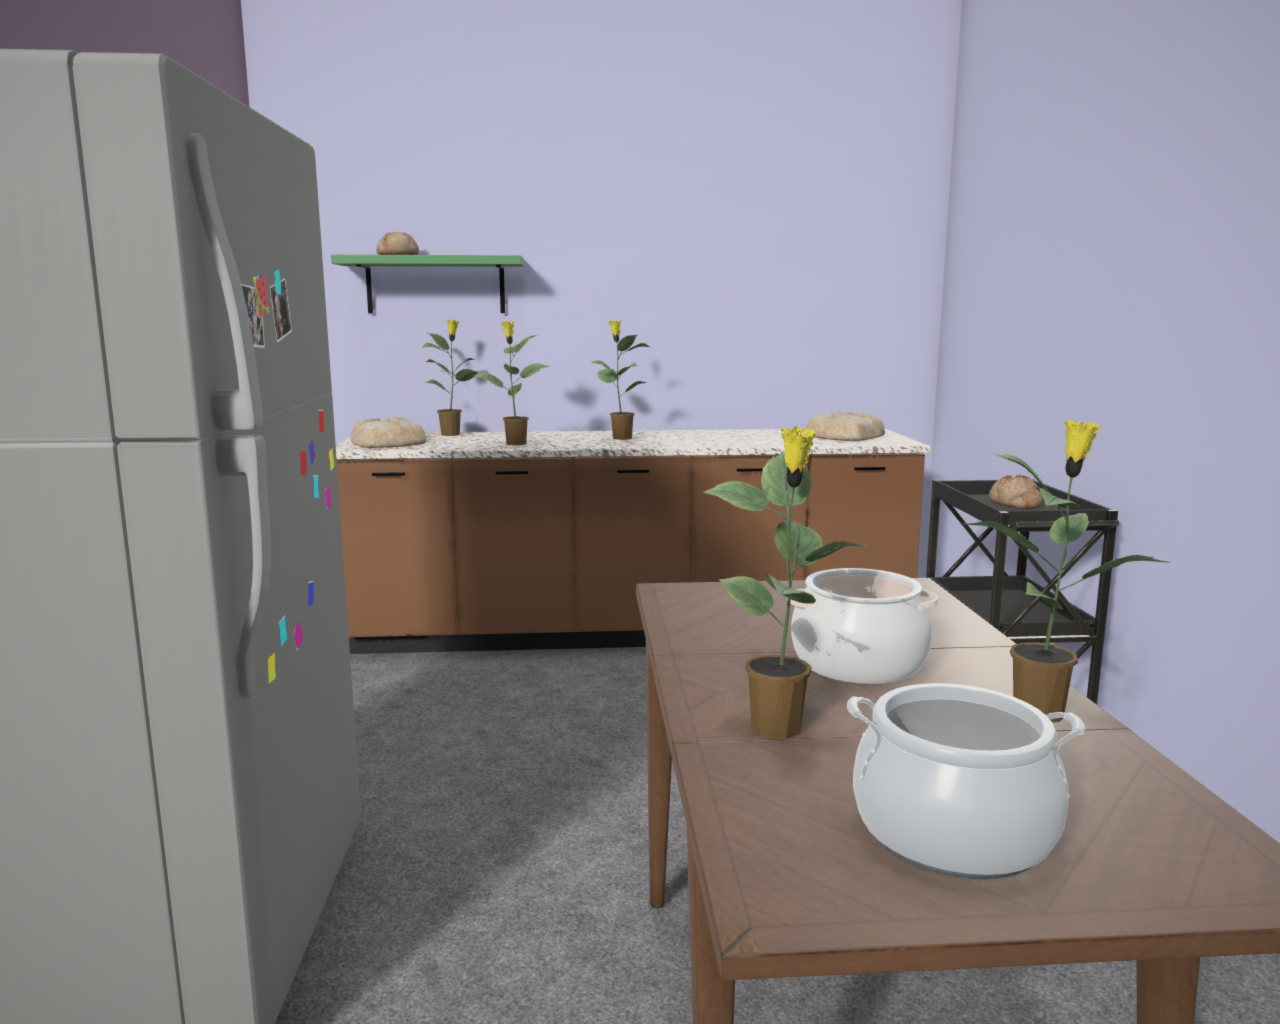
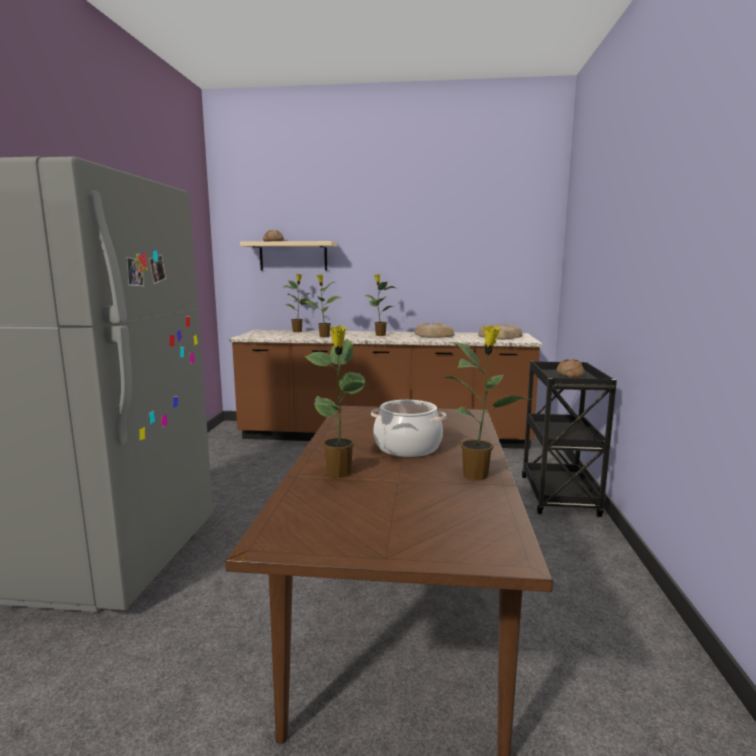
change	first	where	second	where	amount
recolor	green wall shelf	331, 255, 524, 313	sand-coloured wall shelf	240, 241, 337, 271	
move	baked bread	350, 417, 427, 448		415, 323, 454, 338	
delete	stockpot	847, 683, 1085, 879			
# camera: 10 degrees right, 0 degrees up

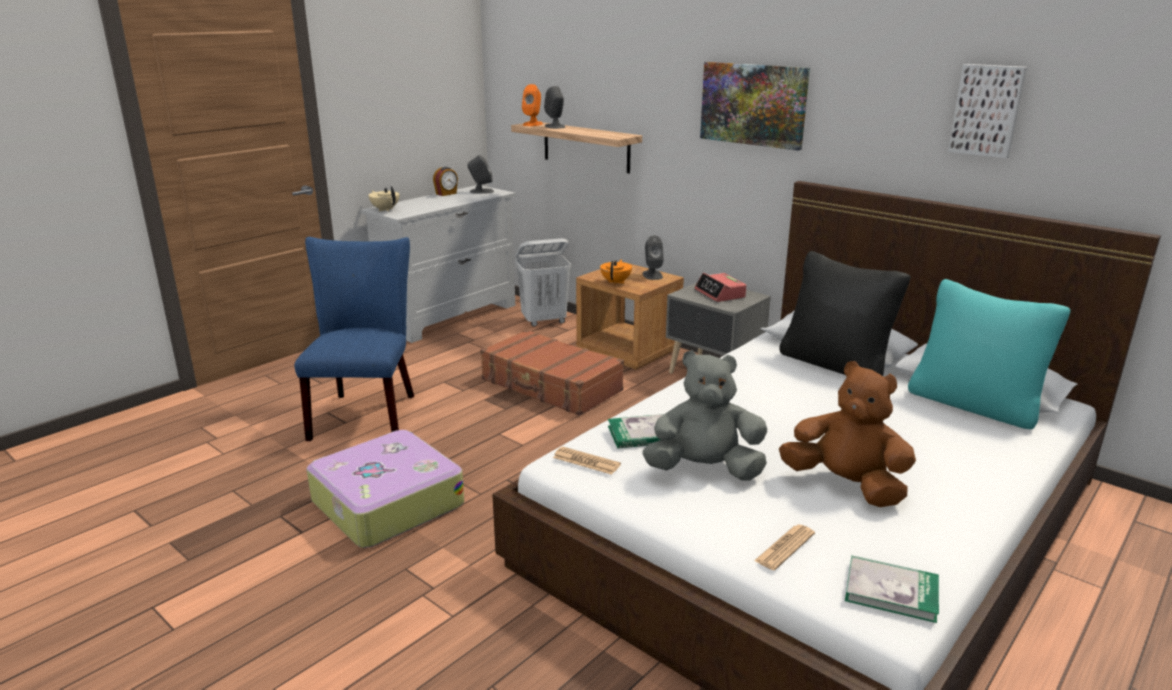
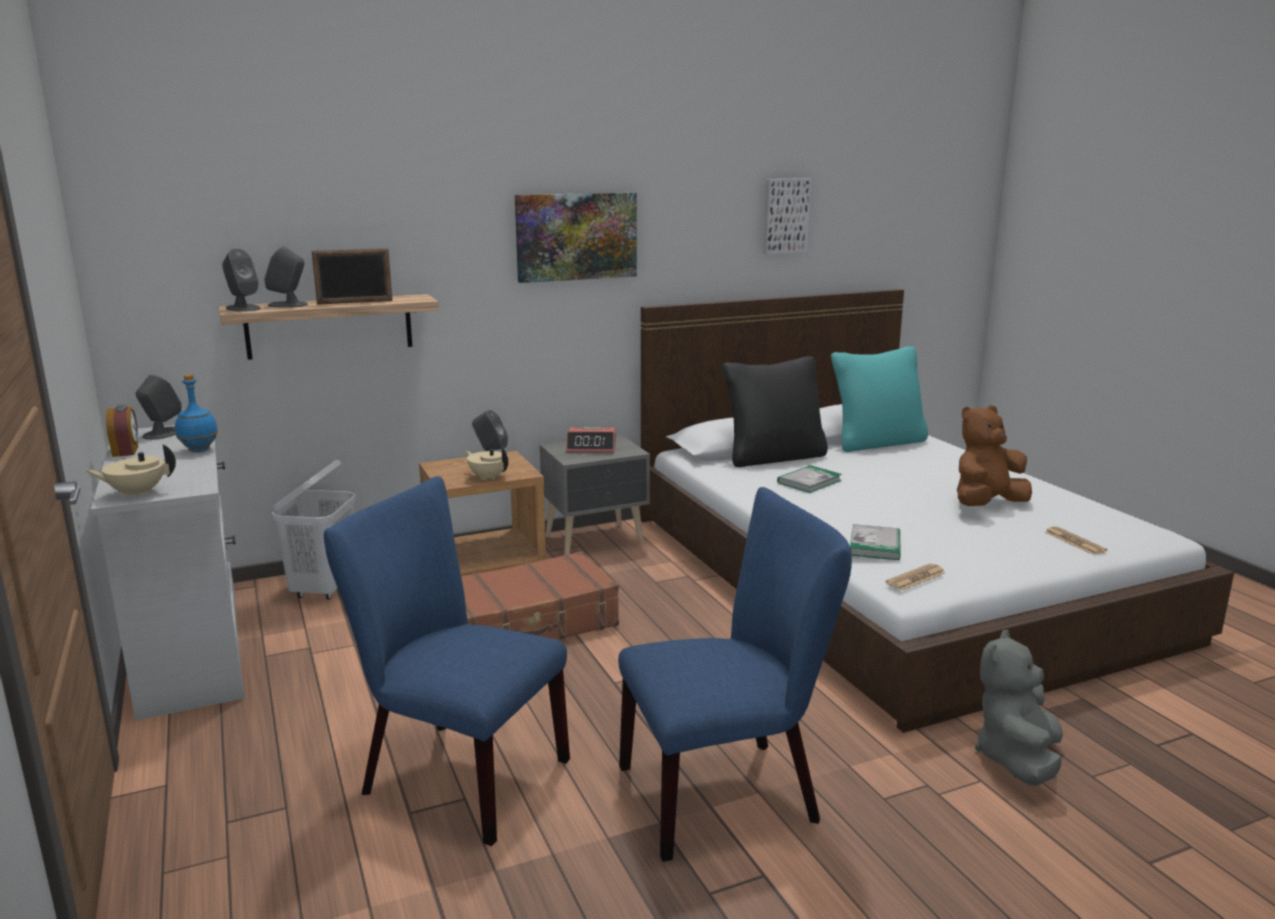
change	first	where	second	where	amount
recolor	orangey speaker	522, 84, 543, 126	grey speaker	222, 248, 261, 312	
recolor	orangey tea pot	600, 259, 632, 285	sand-coloured tea pot	466, 447, 508, 480	
move	grey plush toy	643, 350, 767, 481		975, 630, 1063, 786	
replace	piece of luggage	307, 430, 464, 548	bluish plain chair	618, 487, 852, 862	
move	bound book	845, 555, 939, 623		777, 465, 842, 493	
insert			standing frame	312, 248, 392, 305	
insert			bluish beverage bottle	175, 374, 218, 452	
# camera: 65 degrees left, 5 degrees down

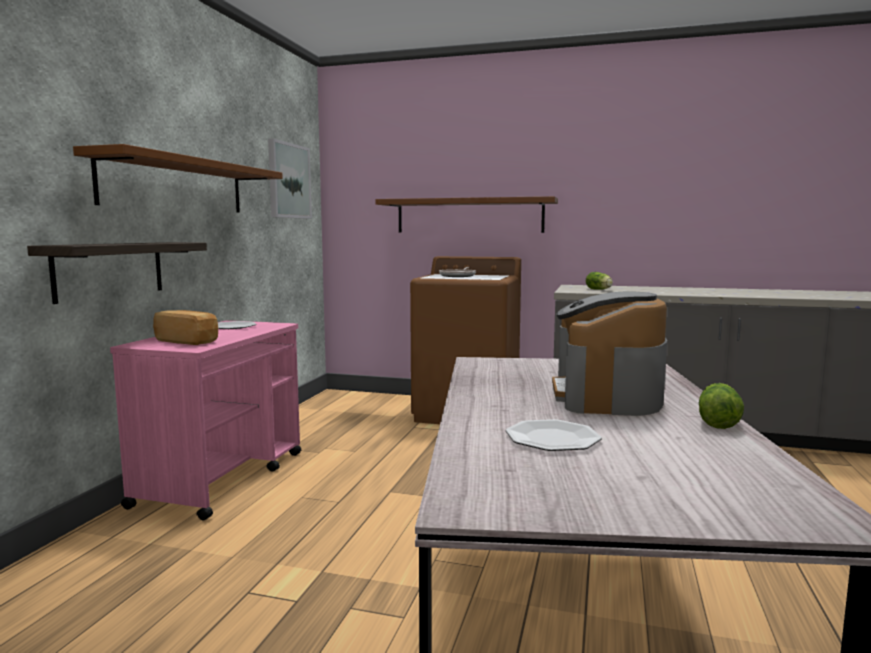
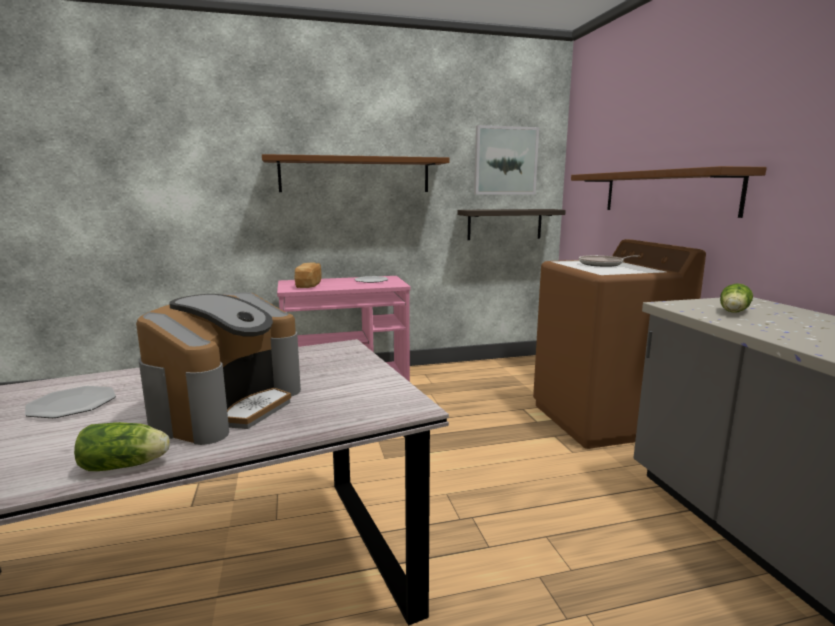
change	first	where	second	where	amount
move	wall shelf	27, 242, 207, 304		457, 209, 566, 240	
rotate	coffee brewer	552, 291, 667, 416		136, 292, 301, 445	135 degrees clockwise
# camera: 60 degrees right, 5 degrees up

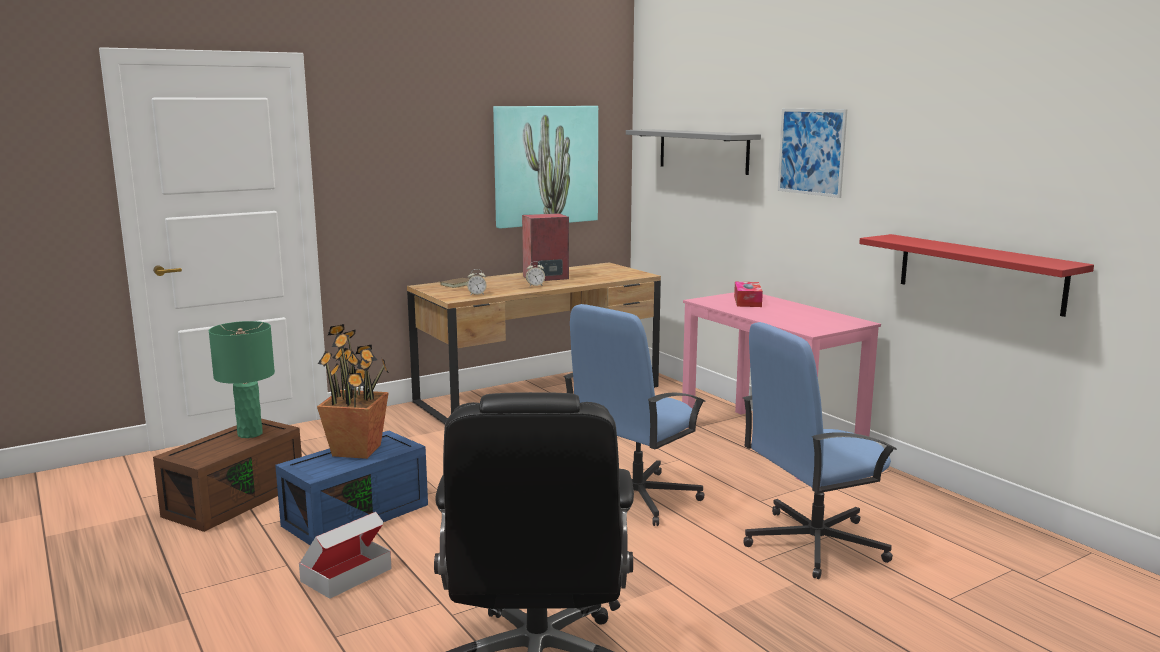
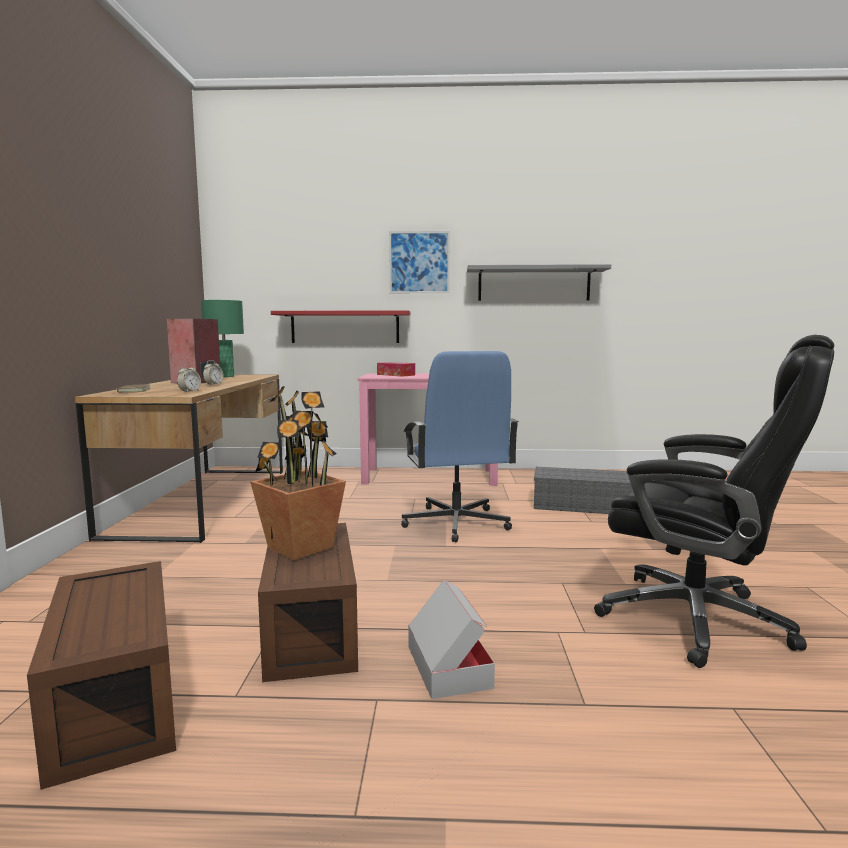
change	first	where	second	where	amount
delete	picture	493, 106, 598, 229			
move	grey wall shelf	626, 129, 761, 175		467, 264, 611, 301	
move	red wall shelf	859, 234, 1094, 317		271, 310, 411, 343	
move	green tabletop lamp	209, 321, 275, 438		201, 300, 244, 377	
replace	bluish computer chair	743, 322, 897, 579	grey storage box	534, 467, 633, 514	
recolor	bluish storage box	275, 431, 428, 545	brown storage box	258, 523, 358, 682	
# camera: 55 degrees left, 5 degrees down

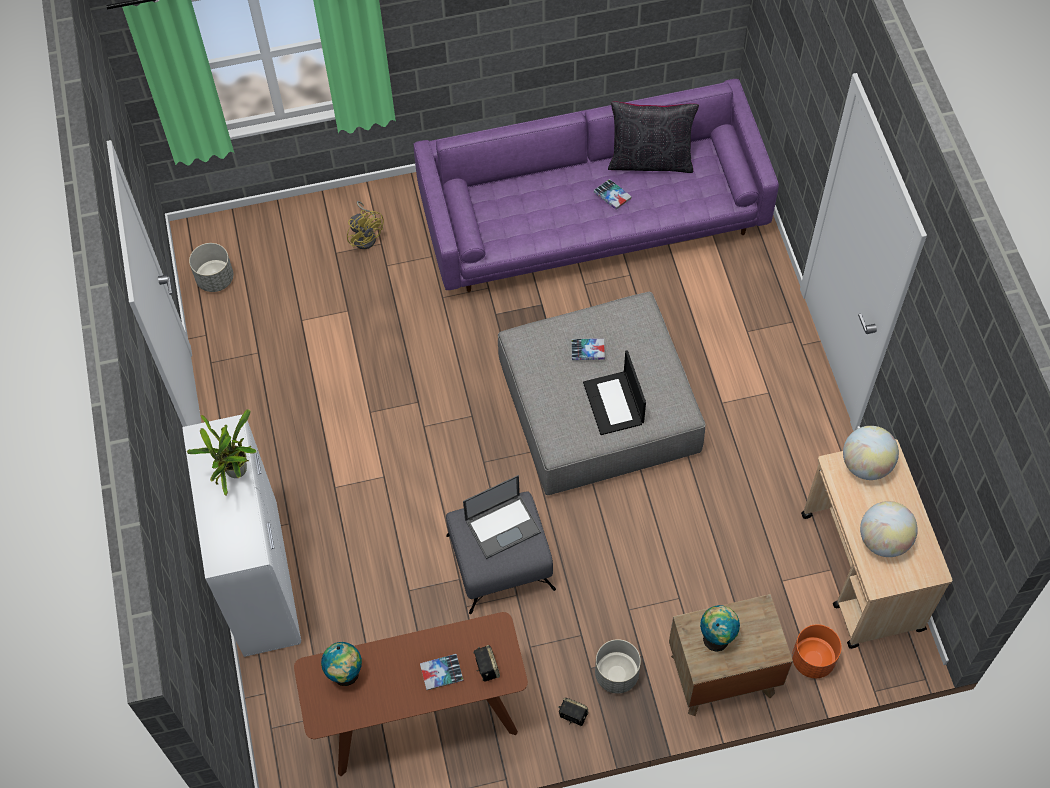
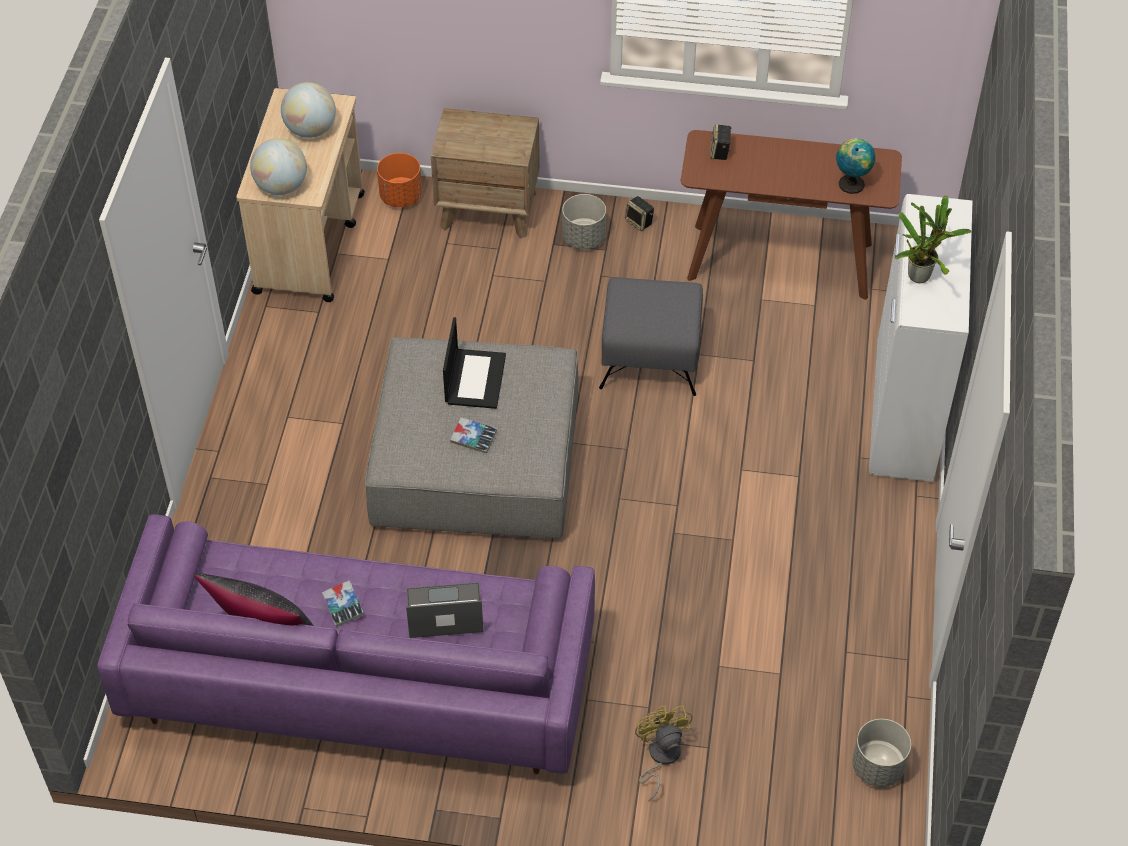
change	first	where	second	where	amount
move	laptop	463, 475, 541, 559		406, 582, 483, 638	
delete	globe	700, 605, 740, 652			
delete	bound book	420, 654, 463, 690			
# camera: 160 degrees left, 10 degrees down

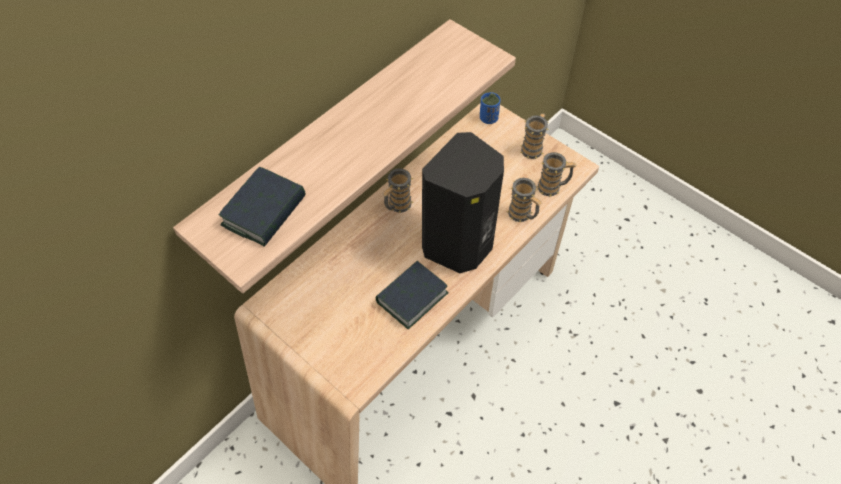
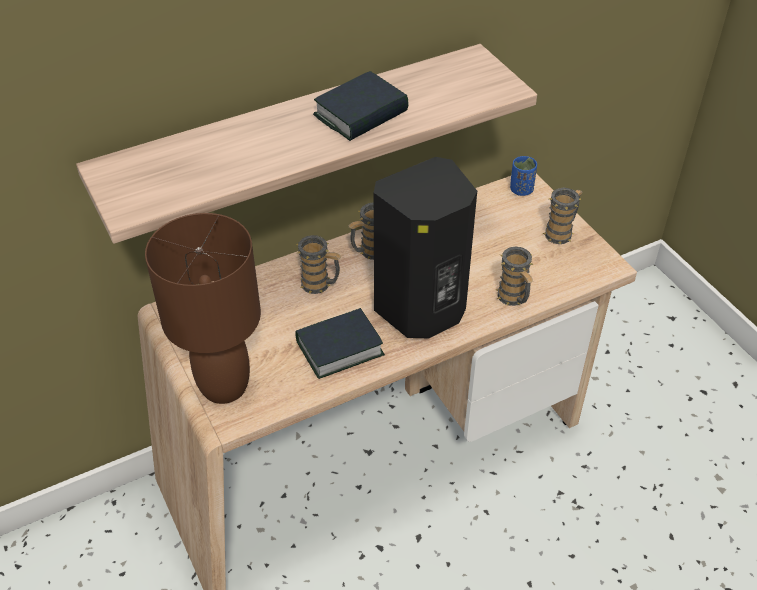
change	first	where	second	where	amount
move	tea mug	537, 152, 576, 197		297, 235, 341, 294	
move	bound book	219, 167, 305, 247		313, 71, 408, 141	
insert			brown tabletop lamp	145, 213, 261, 404	
# camera: 20 degrees right, 10 degrees down

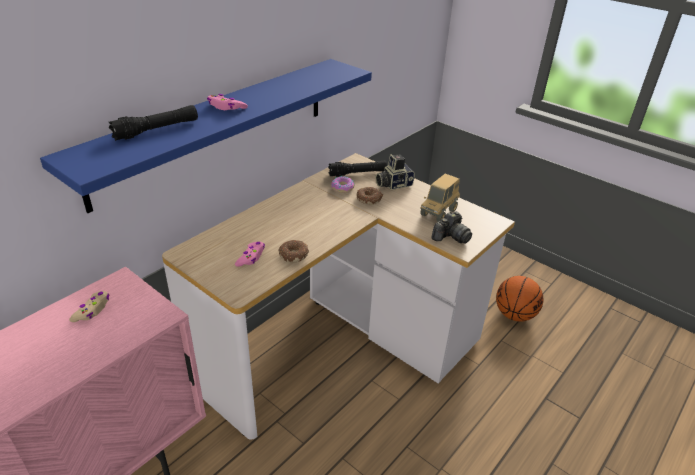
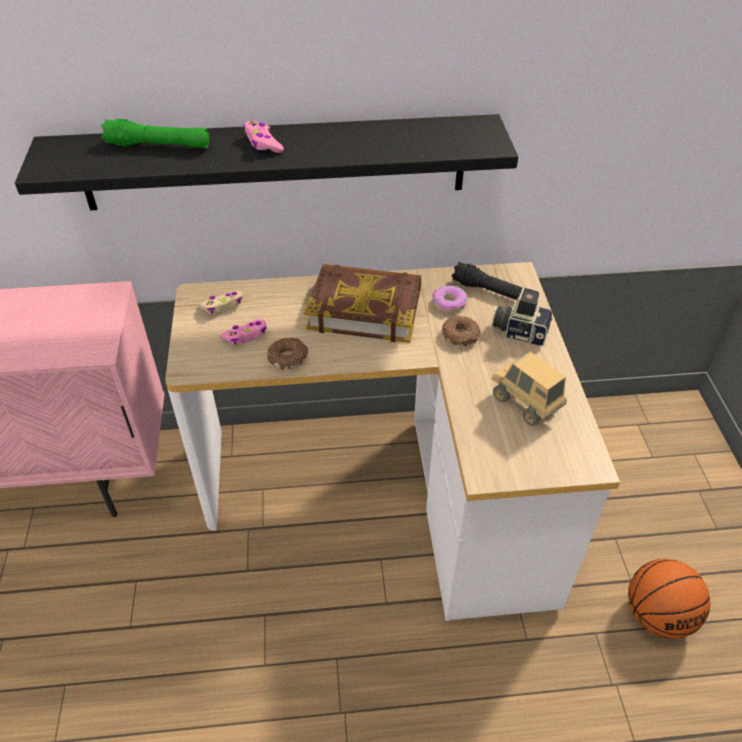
change	first	where	second	where	amount
recolor	bluish wall shelf	40, 59, 372, 213	blackish wall shelf	15, 114, 518, 210	
recolor	blackish hand torch	109, 105, 198, 141	green hand torch	101, 119, 209, 148	
rotate	toy truck	420, 174, 460, 222		491, 351, 567, 426	60 degrees clockwise
delete	still camera	431, 212, 472, 244			
move	sand-coloured gamepad	69, 291, 109, 322		198, 290, 243, 314	
insert			bound book	304, 264, 421, 343	
# camera: 45 degrees right, 10 degrees up

